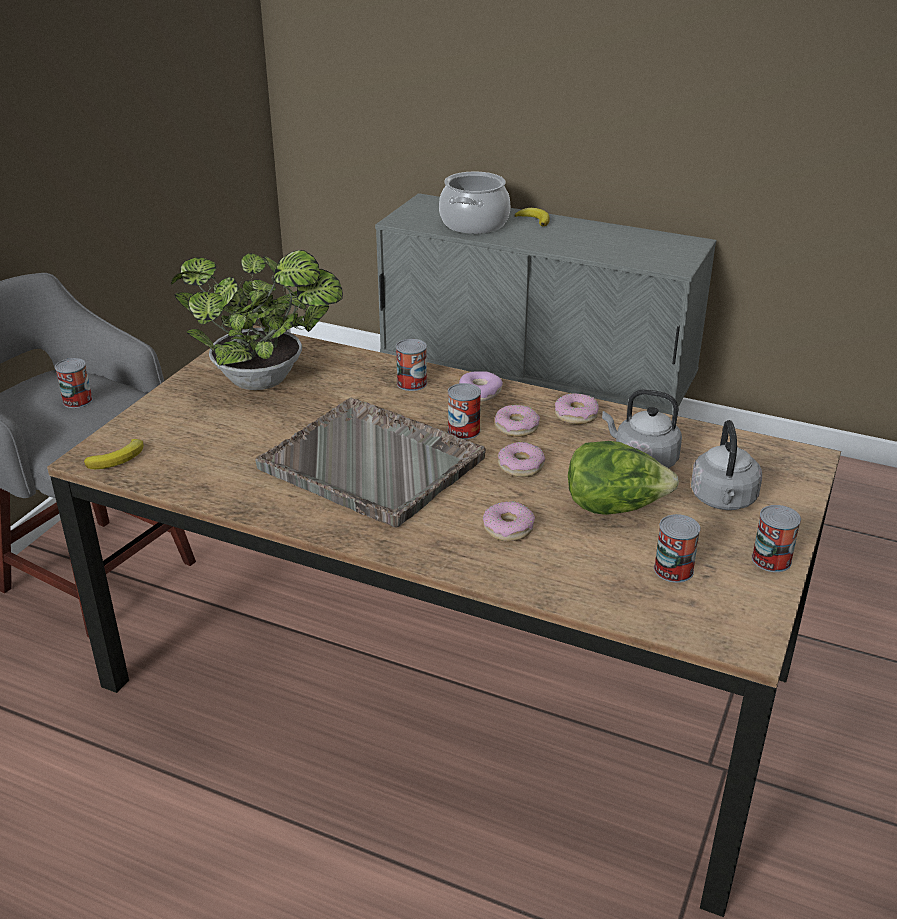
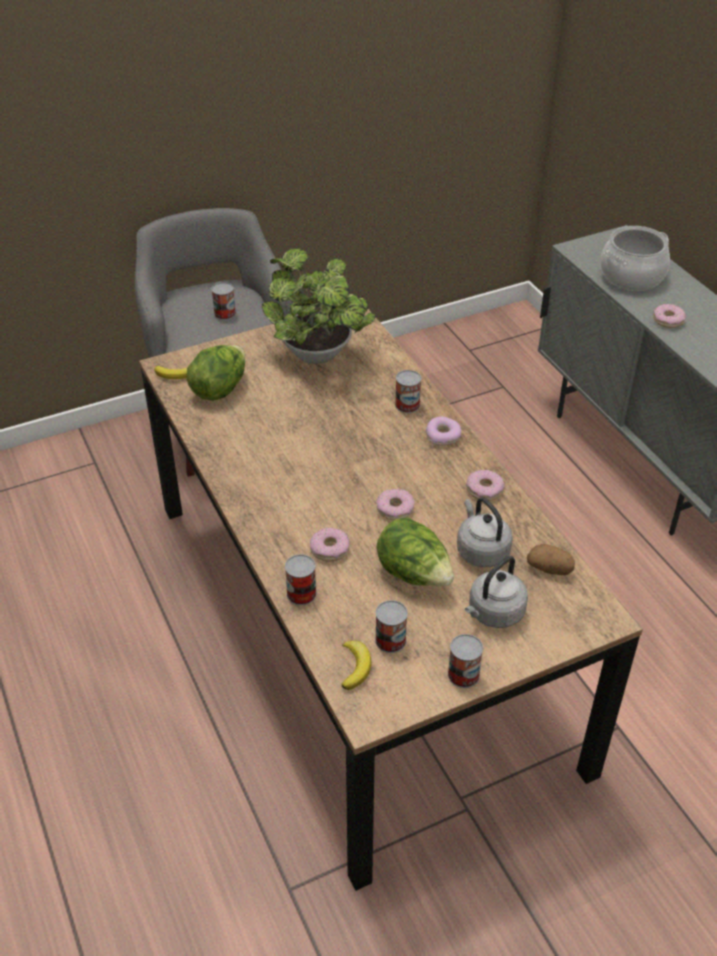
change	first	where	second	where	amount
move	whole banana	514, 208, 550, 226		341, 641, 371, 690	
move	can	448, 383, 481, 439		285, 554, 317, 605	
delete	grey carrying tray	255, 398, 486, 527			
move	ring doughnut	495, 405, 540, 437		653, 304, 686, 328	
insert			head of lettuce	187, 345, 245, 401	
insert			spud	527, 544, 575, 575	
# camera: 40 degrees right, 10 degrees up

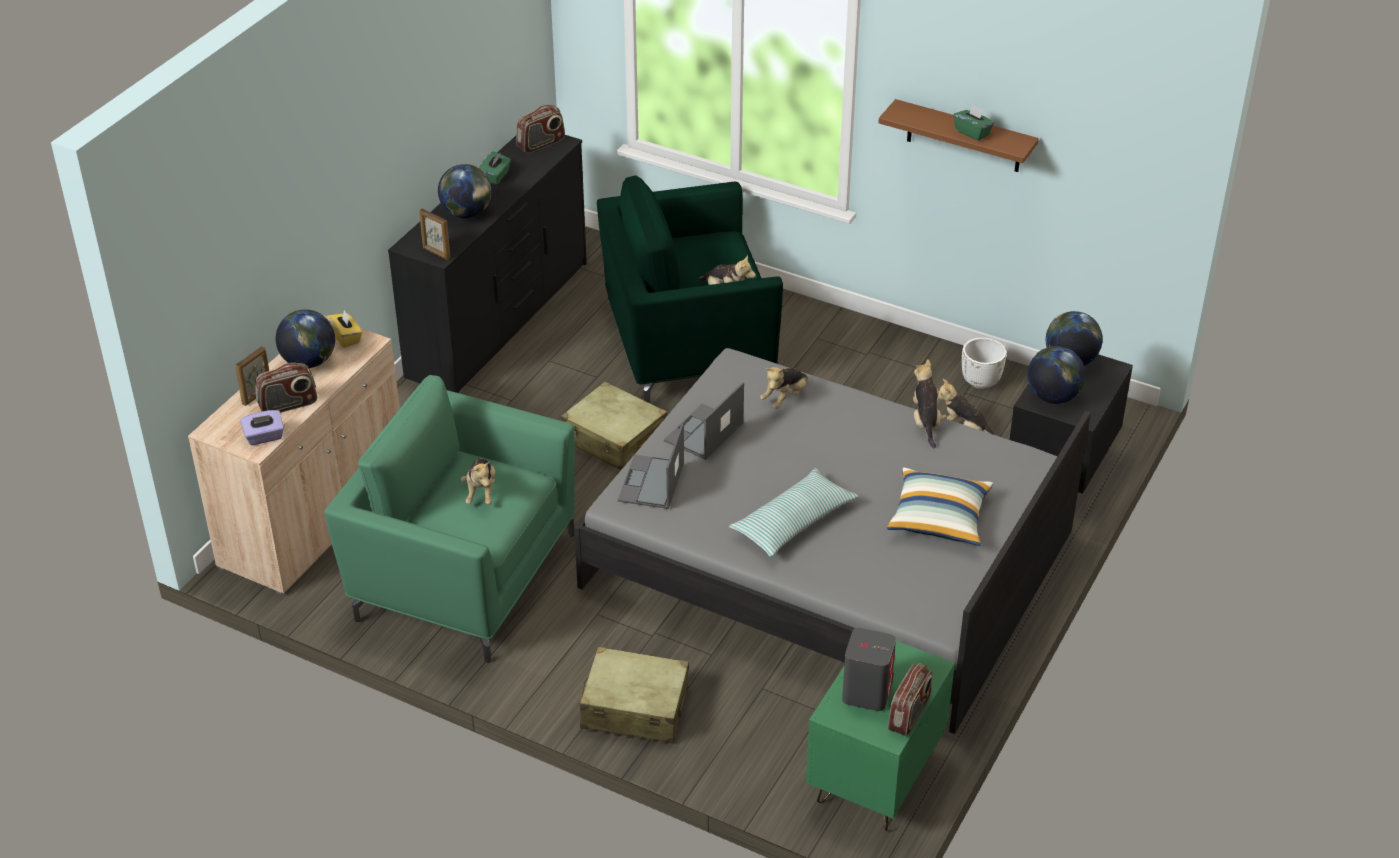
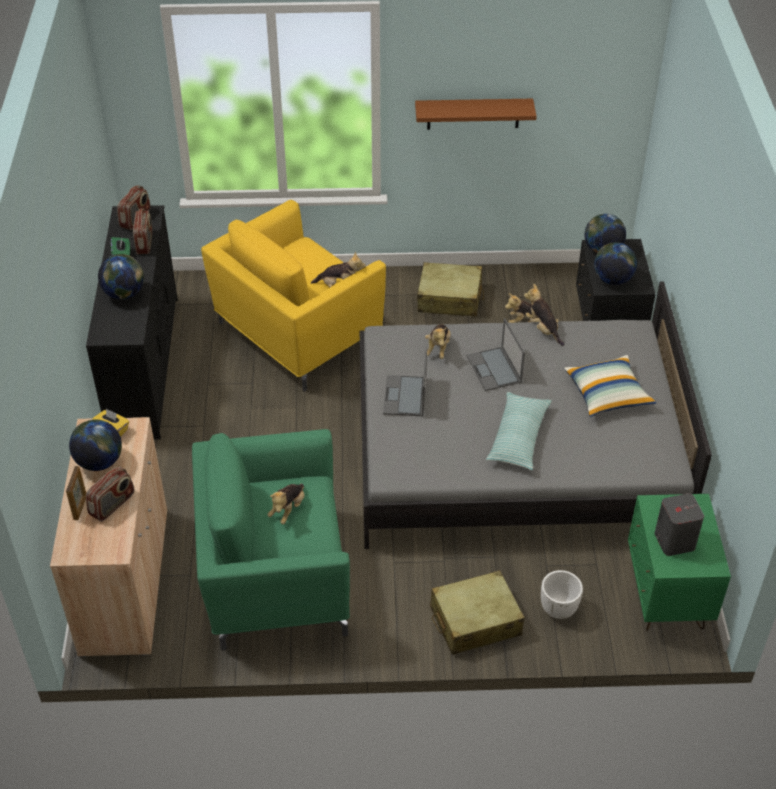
change	first	where	second	where	amount
delete	green tissue box	954, 105, 994, 141			
recolor	green lounge chair	597, 176, 783, 403	yellowish lounge chair	201, 200, 386, 392	
delete	standing frame	419, 208, 450, 260			
move	white-coloured planter	962, 337, 1007, 389		541, 570, 583, 619	
move	sand-coloured piece of luggage	561, 382, 668, 470		417, 262, 484, 316	
delete	purple-coloured tissue box	240, 410, 284, 445			
move	laptop	618, 422, 684, 509		467, 318, 525, 391	
rotate	plush toy	461, 459, 495, 505		267, 483, 305, 524	60 degrees clockwise
move	radio	888, 663, 932, 736		133, 208, 152, 254	
# camera: 30 degrees left, 5 degrees up

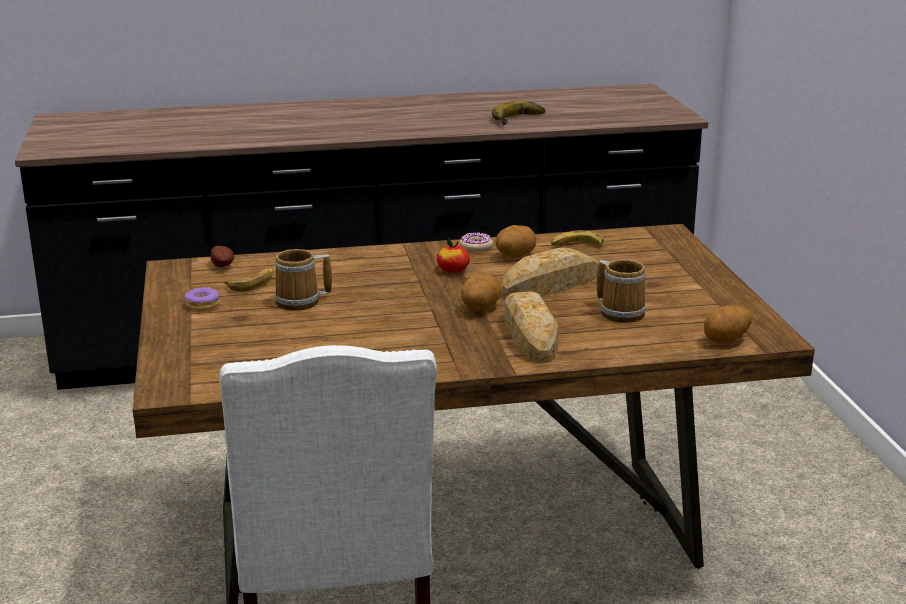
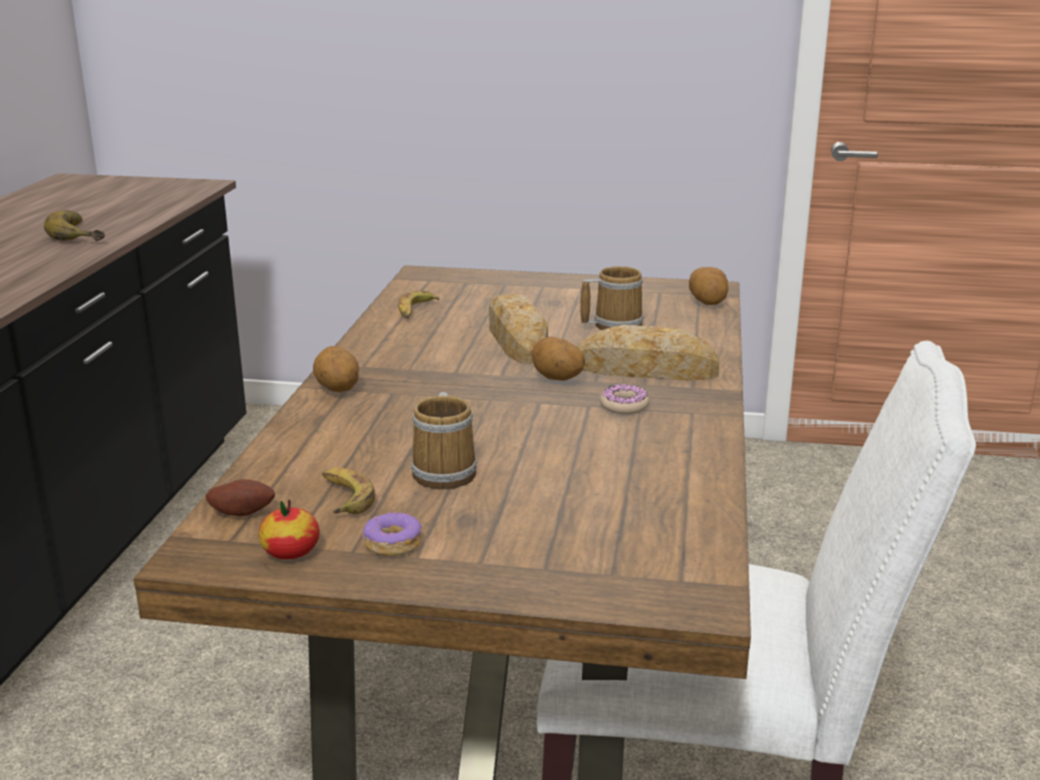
change	first	where	second	where	amount
move	spud	496, 225, 537, 258		313, 346, 359, 392	
move	ring doughnut	460, 232, 493, 252		600, 384, 649, 414	
move	apple fruit	437, 238, 470, 273		258, 500, 320, 559	
# camera: 70 degrees left, 0 degrees up

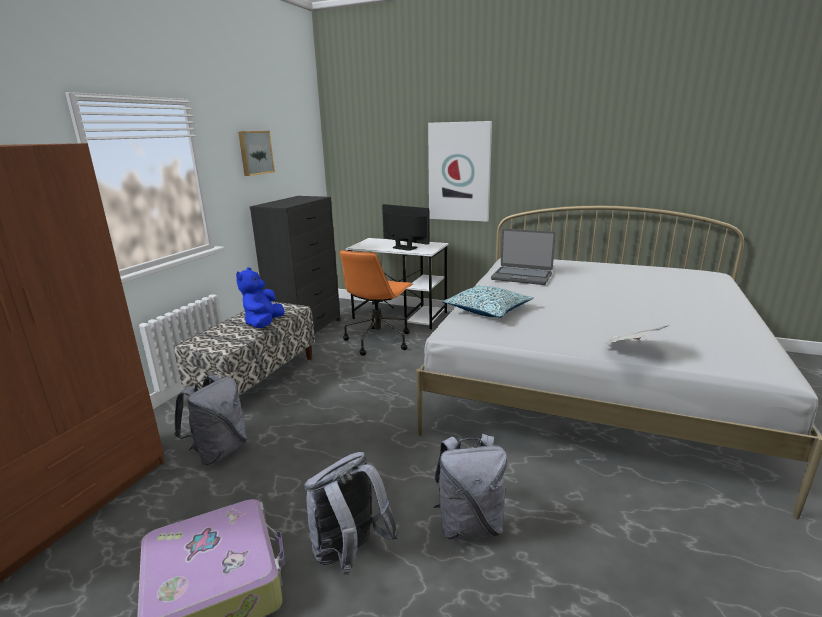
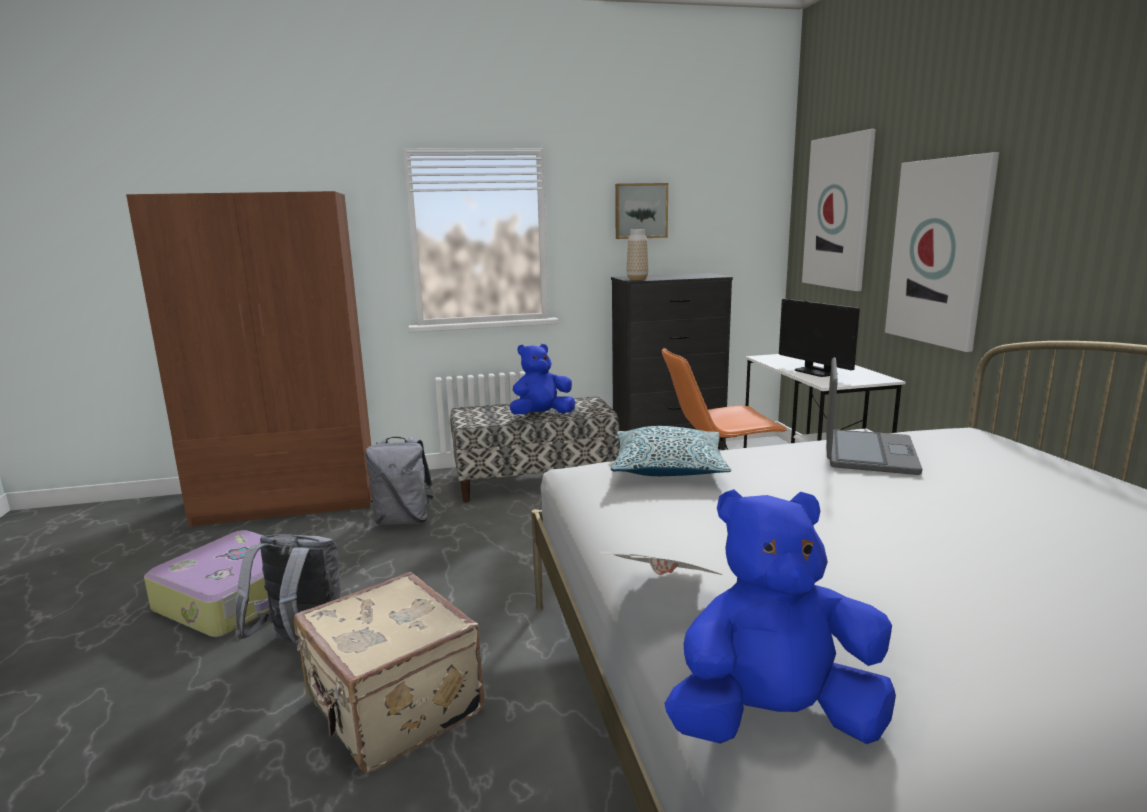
change	first	where	second	where	amount
rotate	monitor	382, 204, 429, 251		779, 299, 860, 377	150 degrees clockwise
rotate	laptop	491, 229, 556, 285		826, 357, 922, 475	150 degrees counterclockwise
replace	grey knapsack	434, 434, 507, 540	sand-coloured piece of luggage	294, 572, 484, 773	
insert			picture	802, 129, 876, 291	
insert			flower vase	627, 229, 648, 280	
insert			bluish plush toy	664, 489, 896, 744	
# camera: 55 degrees right, 5 degrees down

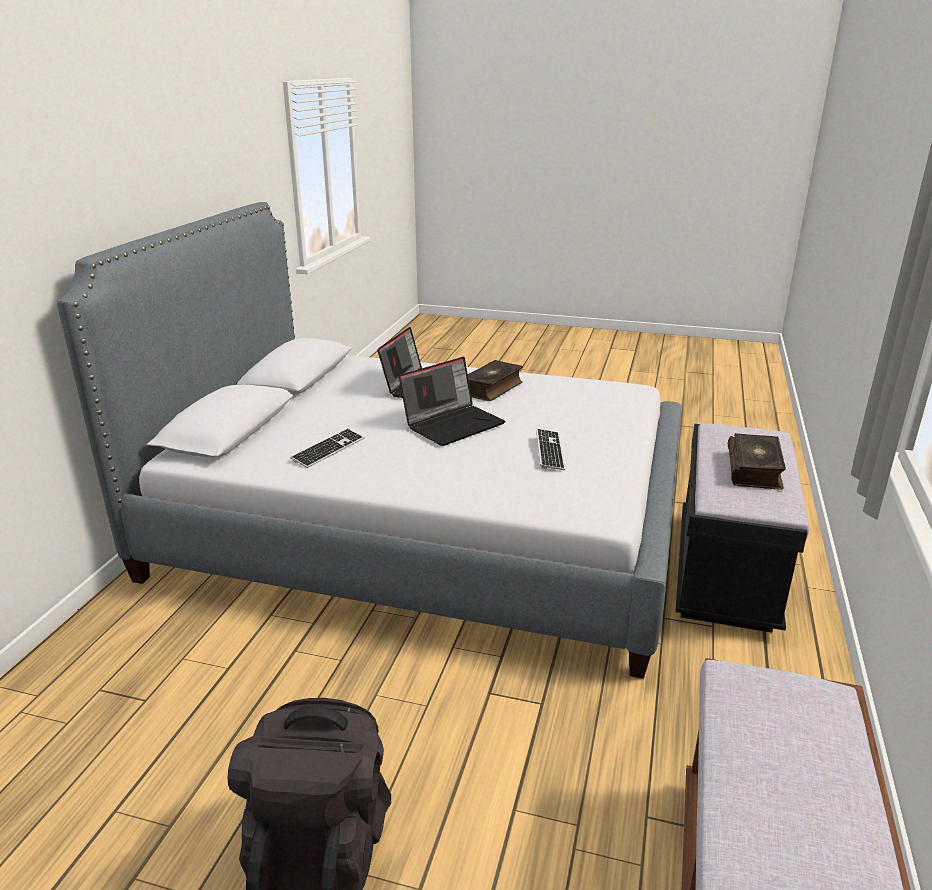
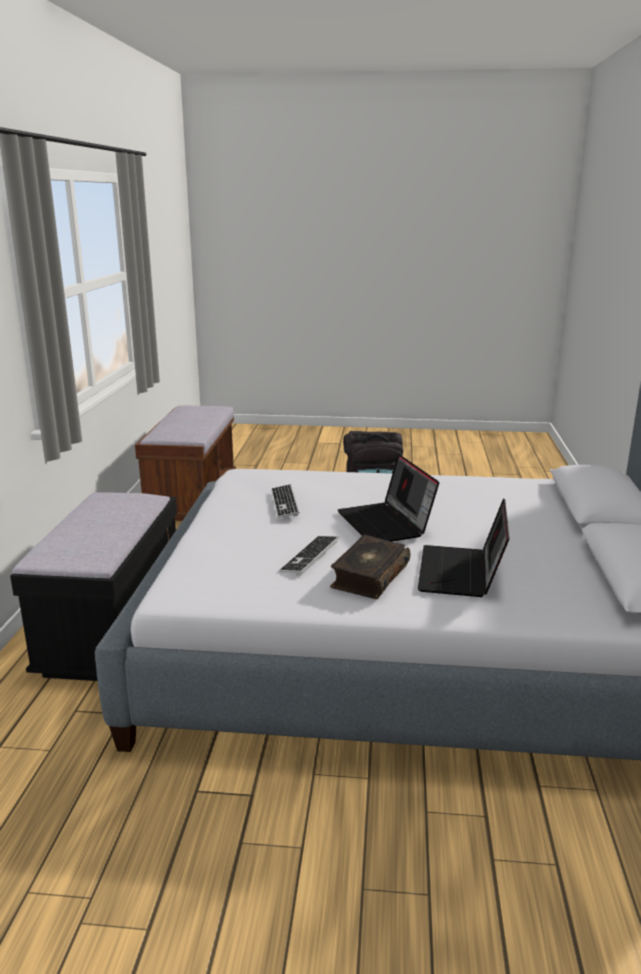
change	first	where	second	where	amount
rotate	laptop	399, 357, 506, 446		338, 454, 439, 542	60 degrees counterclockwise
move	PC keyboard	290, 428, 364, 468		279, 536, 339, 575	
delete	bound book	728, 433, 786, 490			
# camera: 170 degrees right, 5 degrees down

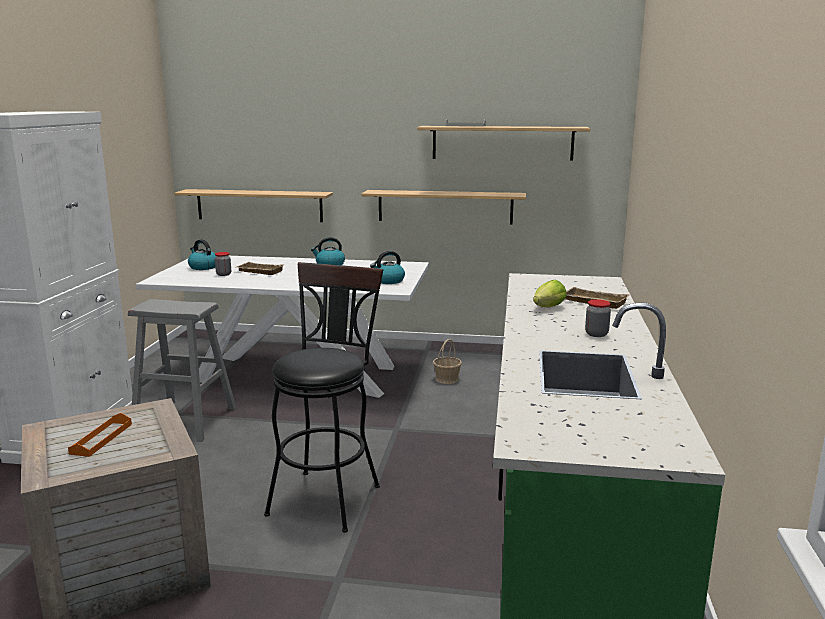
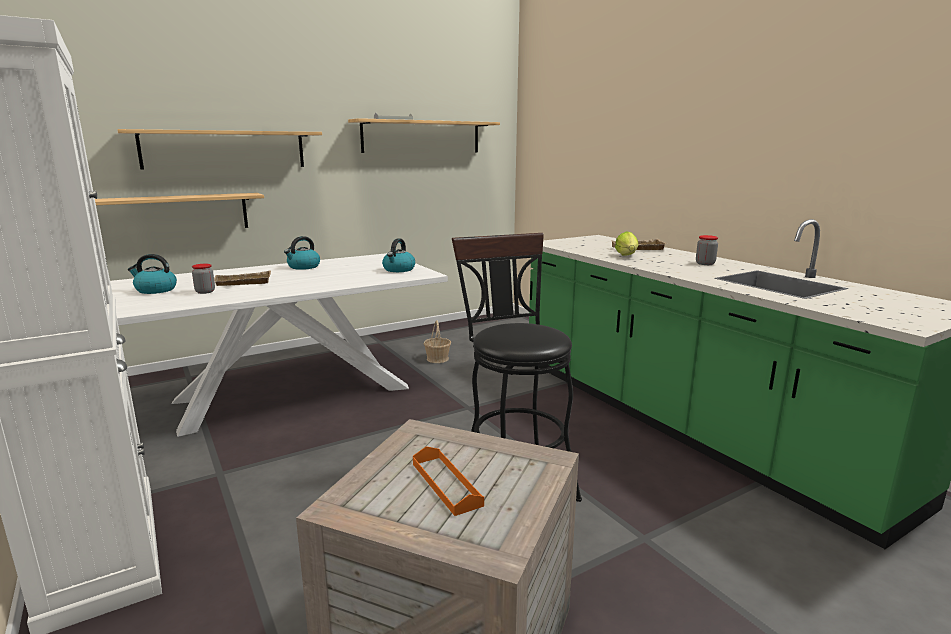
change	first	where	second	where	amount
move	wall shelf	362, 190, 526, 224		117, 129, 322, 170	
delete	grey sitting stool	128, 299, 236, 442			
# camera: 40 degrees left, 0 degrees up

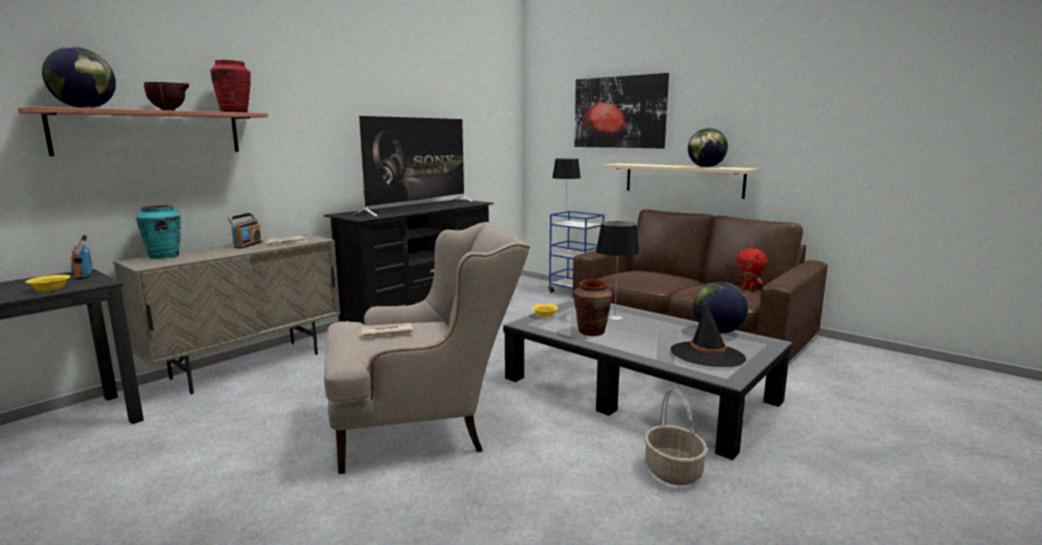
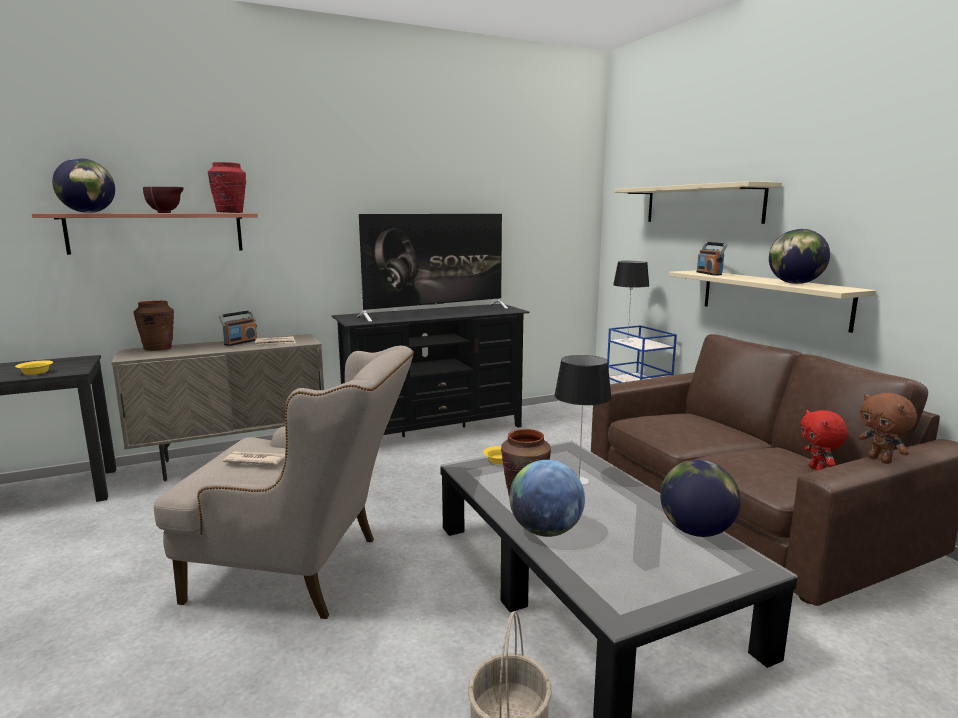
change	first	where	second	where	amount
replace	picture	574, 73, 669, 148	sand-coloured wall shelf	614, 181, 782, 224	
recolor	turquoise-coloured flower vase	136, 205, 181, 259	brown flower vase	134, 301, 174, 351	
move	radio	70, 235, 92, 280		696, 242, 728, 275	
delete	blackish wearable hat	670, 300, 746, 367			
insert			brown plush toy	858, 393, 917, 464	
insert			globe	509, 460, 585, 537	
# camera: 25 degrees right, 0 degrees up

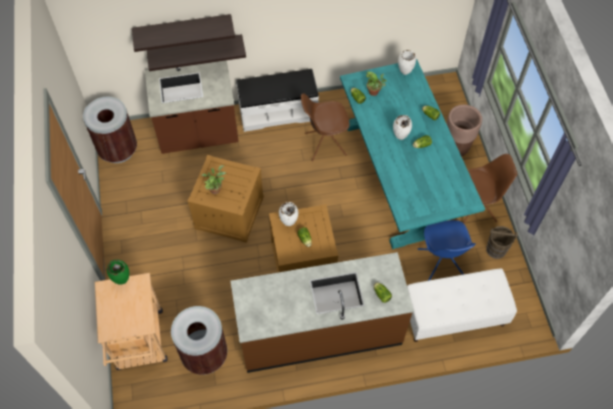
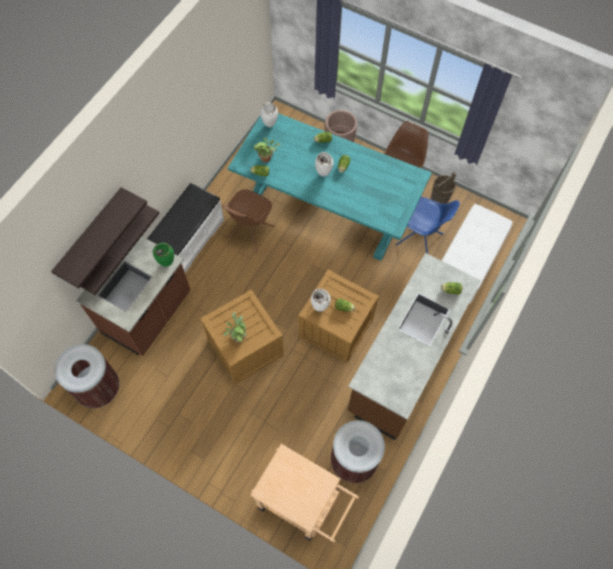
change	first	where	second	where	amount
move	green flower vase	107, 260, 129, 285		153, 243, 174, 267	
# camera: 50 degrees left, 5 degrees up

